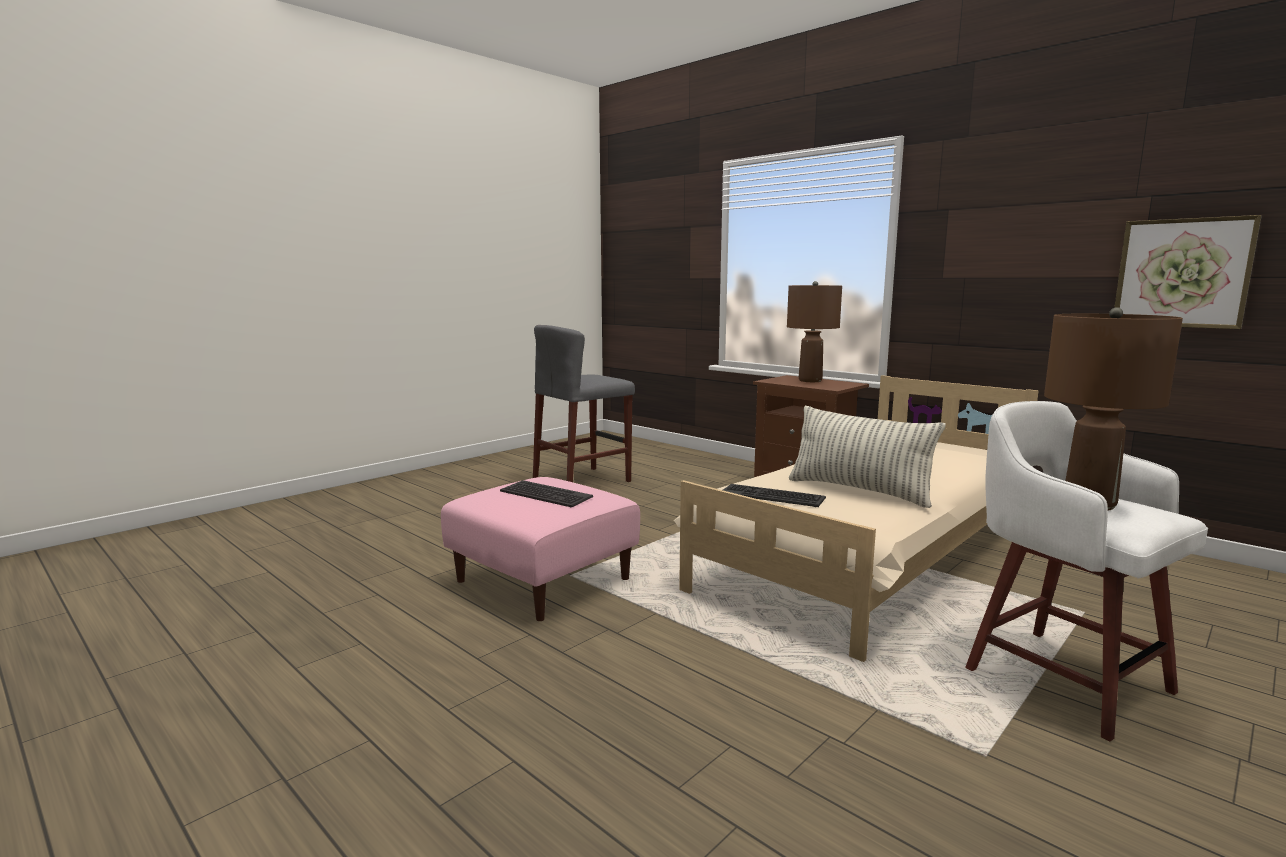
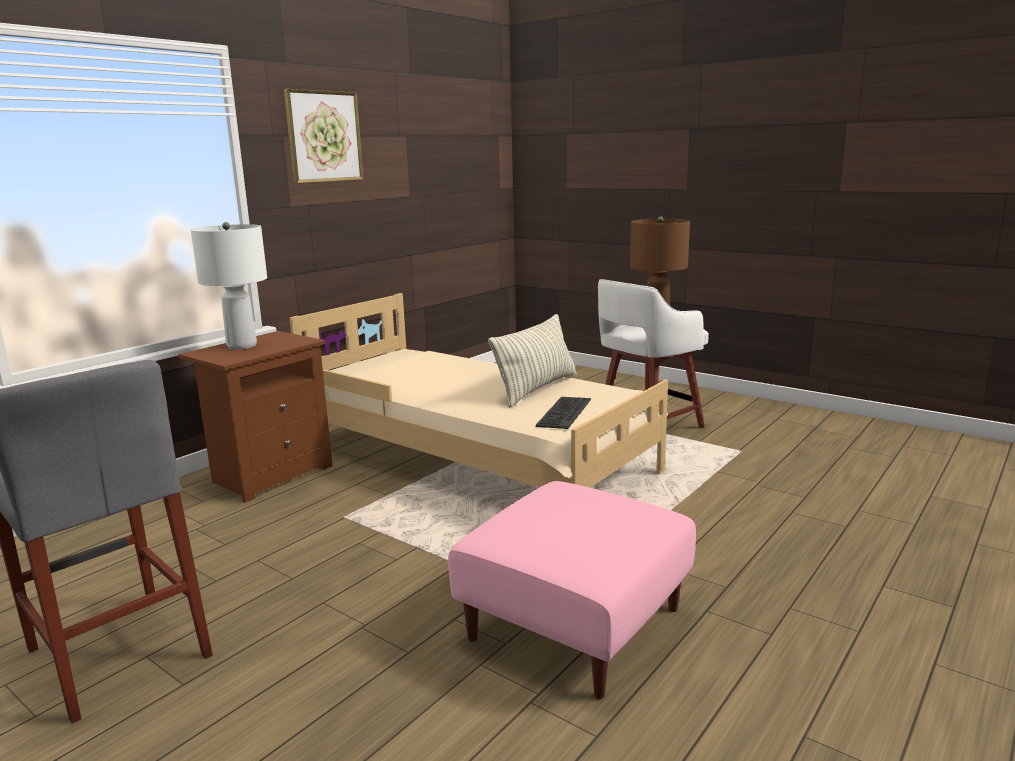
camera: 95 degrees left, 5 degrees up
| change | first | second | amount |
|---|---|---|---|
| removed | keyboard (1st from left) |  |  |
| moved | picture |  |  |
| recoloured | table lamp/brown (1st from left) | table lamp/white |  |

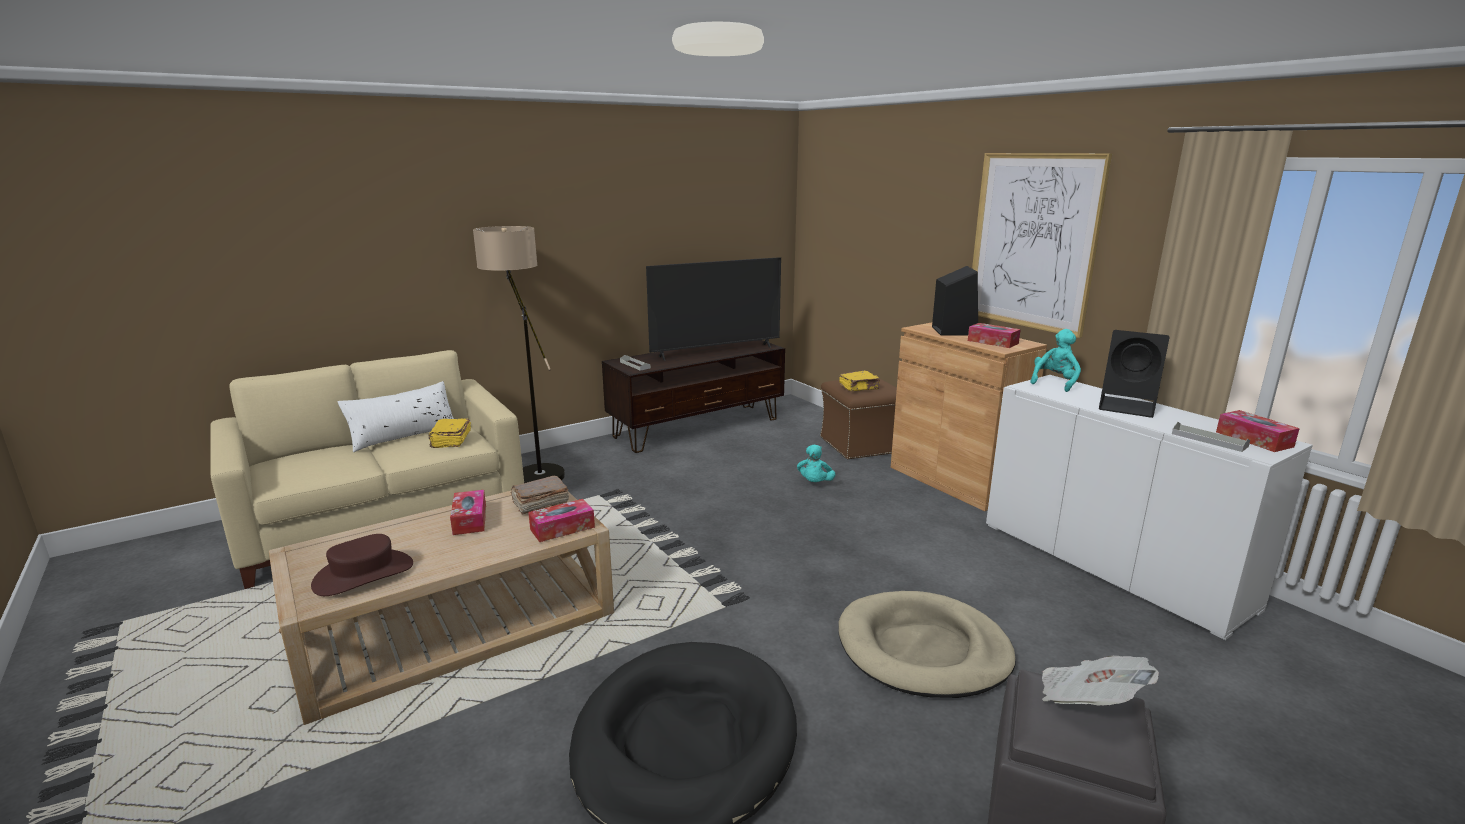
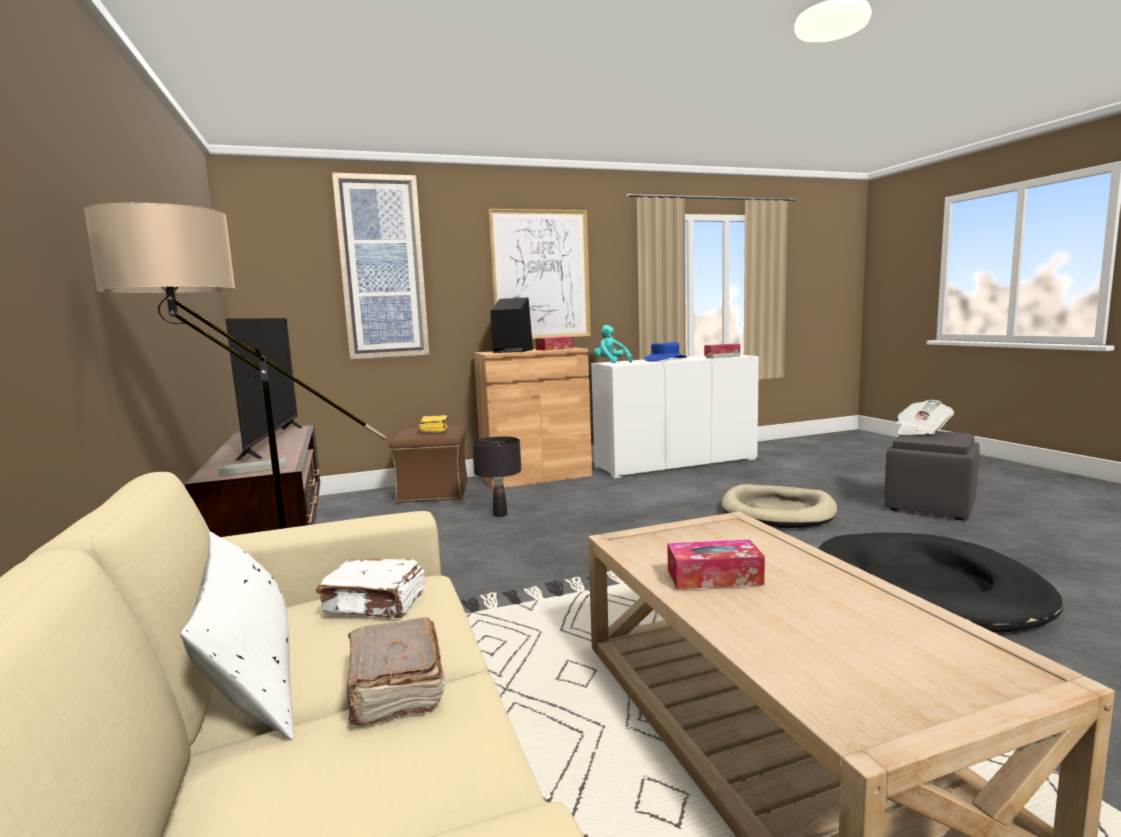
camera: 75 degrees left, 10 degrees down
| change | first | second | amount |
|---|---|---|---|
| removed | hat/brown |  |  |
| removed | tissue box (2nd from left) |  |  |
| added |  | picture (1st from left) |  |
| moved | book/brown |  |  |
| replaced | plush toy/turquoise (1st from left) | table lamp/black |  |
| replaced | speaker/black (2nd from left) | hat/blue |  |
| recoloured | book/yellow (1st from left) | book/white |  |

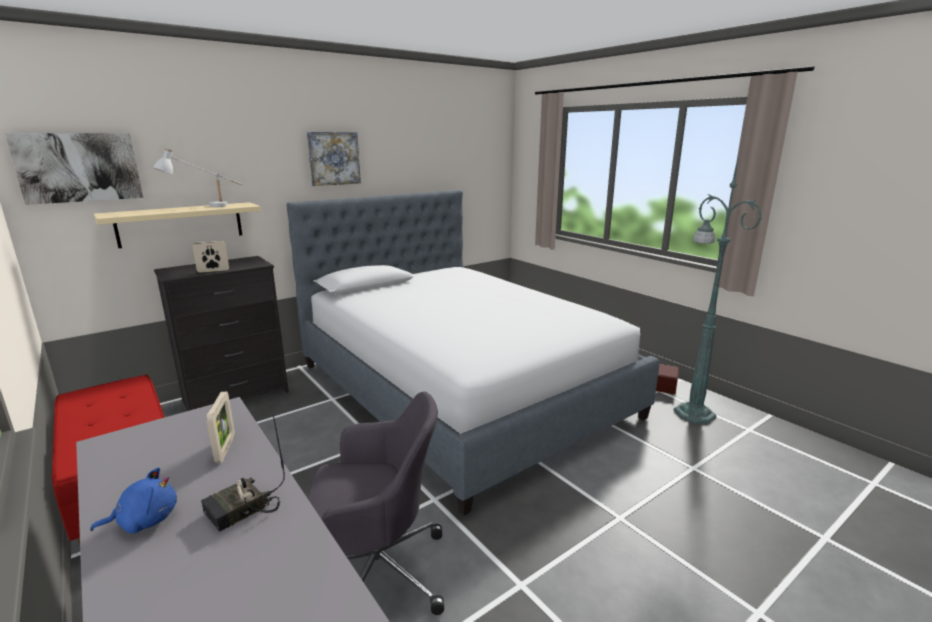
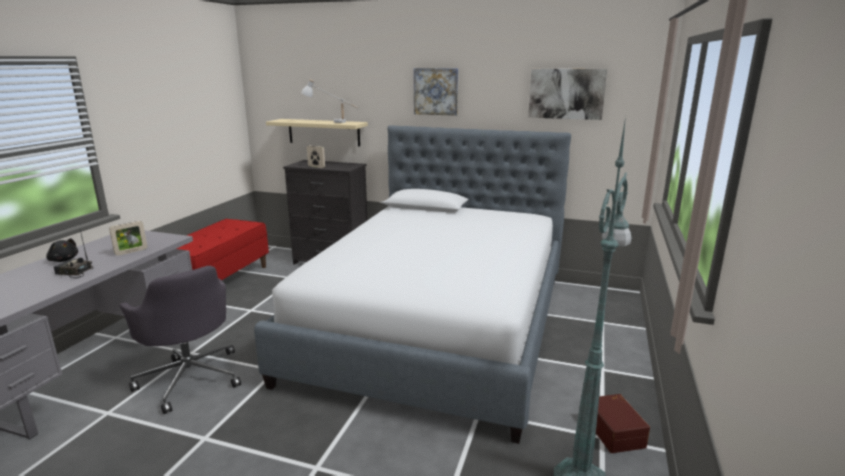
camera: 55 degrees right, 0 degrees up
| change | first | second | amount |
|---|---|---|---|
| moved | picture (1st from left in the first image) | picture (2nd from left) |  |
| recoloured | plush toy/blue | plush toy/black |  |

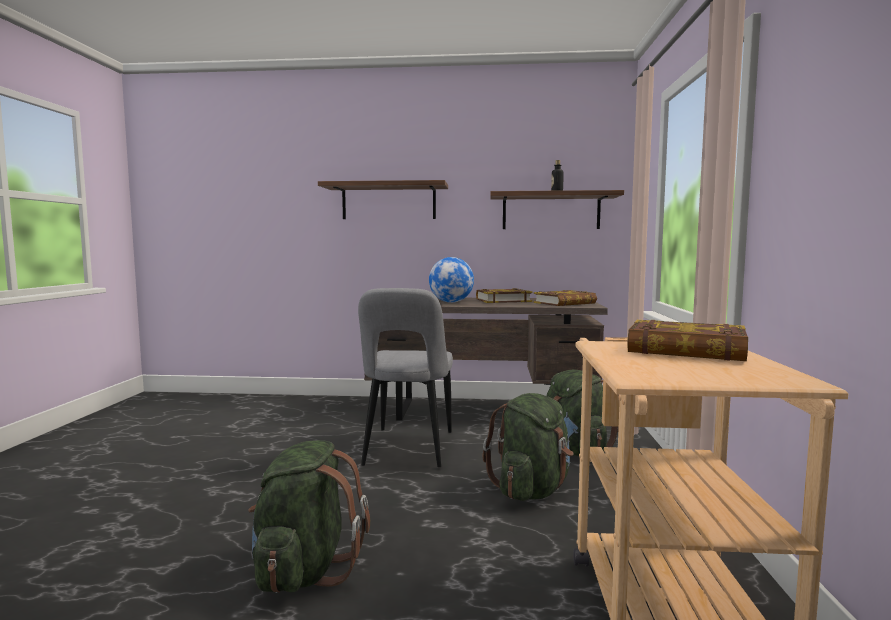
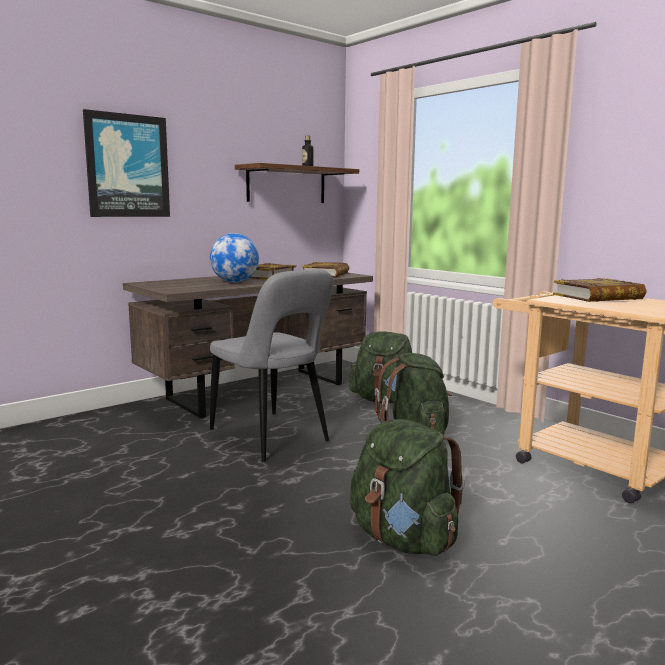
camera: 45 degrees left, 5 degrees up
| change | first | second | amount |
|---|---|---|---|
| replaced | shelf (1st from left) | picture |  |

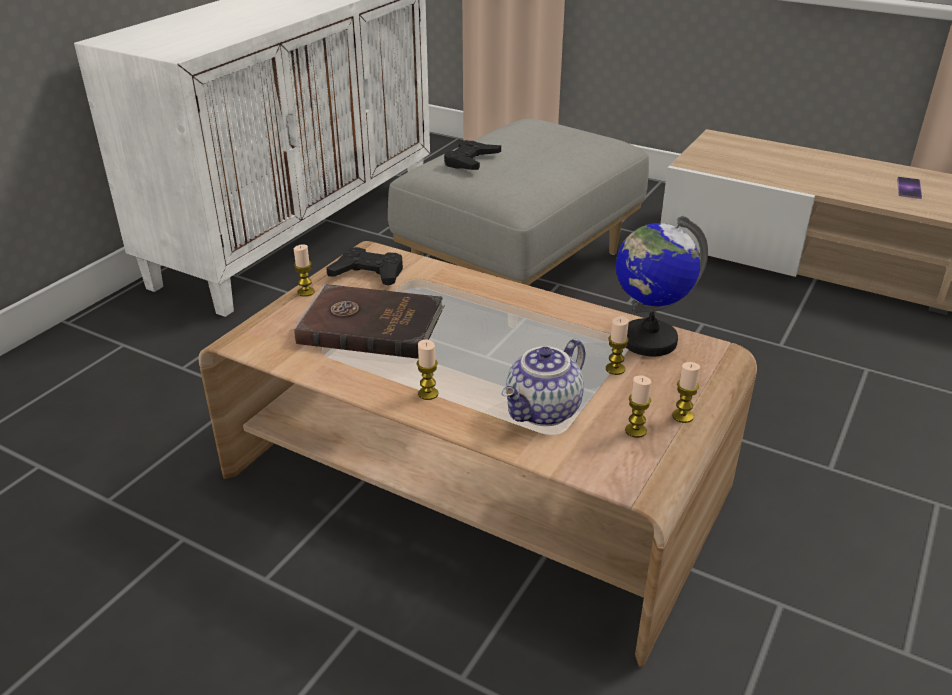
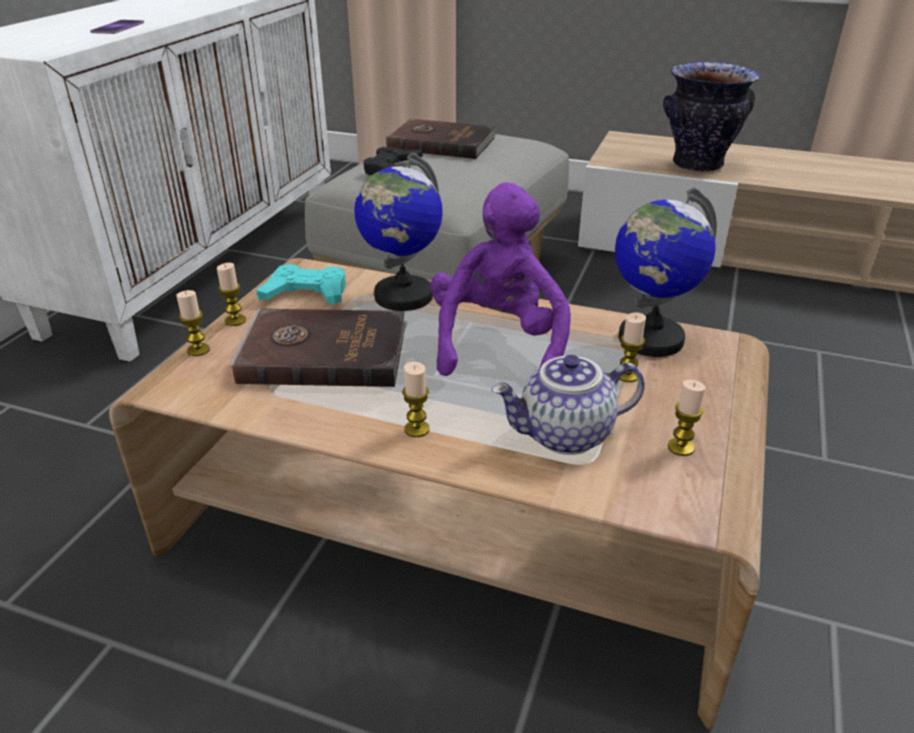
camera: 10 degrees left, 0 degrees up
| change | first | second | amount |
|---|---|---|---|
| added |  | globe (1st from left) |  |
| added |  | book/brown (2nd from left) |  |
| added |  | plush toy/purple |  |
| added |  | vase |  |
| moved | candle (5th from left in the first image) | candle (1st from left) |  |
| moved | phone |  |  |
| recoloured | game controller/black (1st from left) | game controller/turquoise |  |
| turned | teapot |  | 45 degrees clockwise |

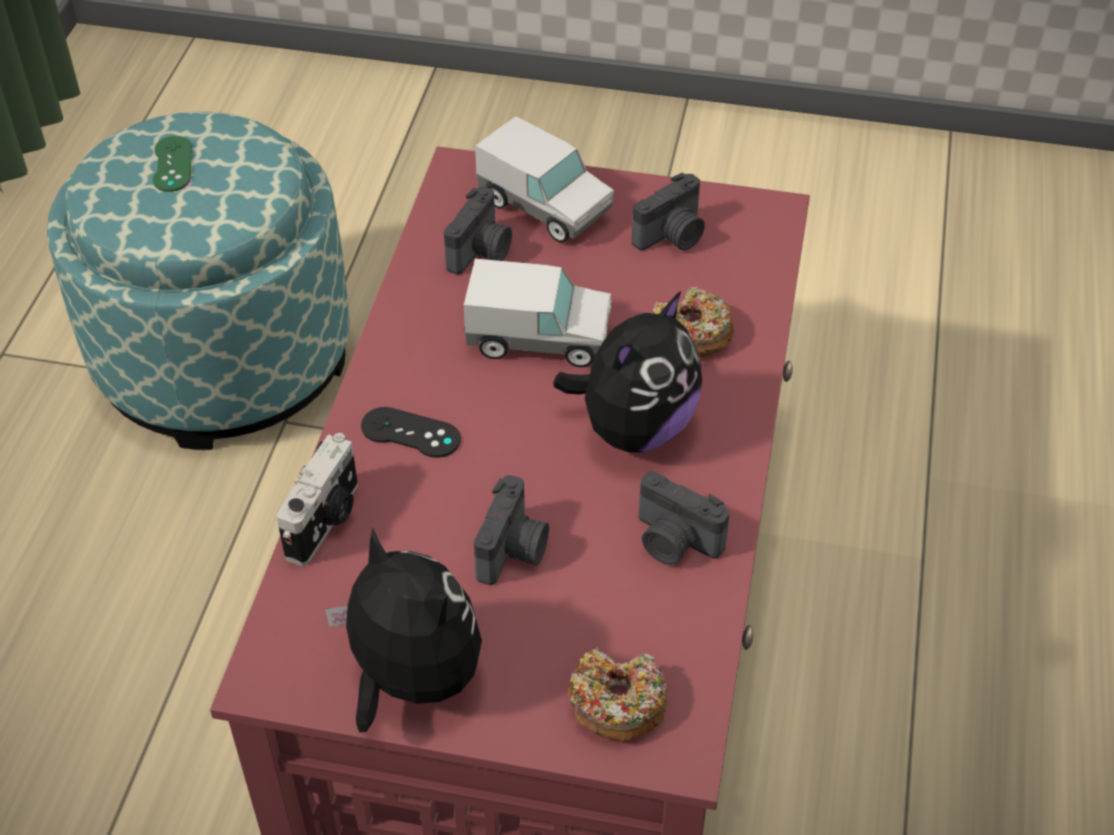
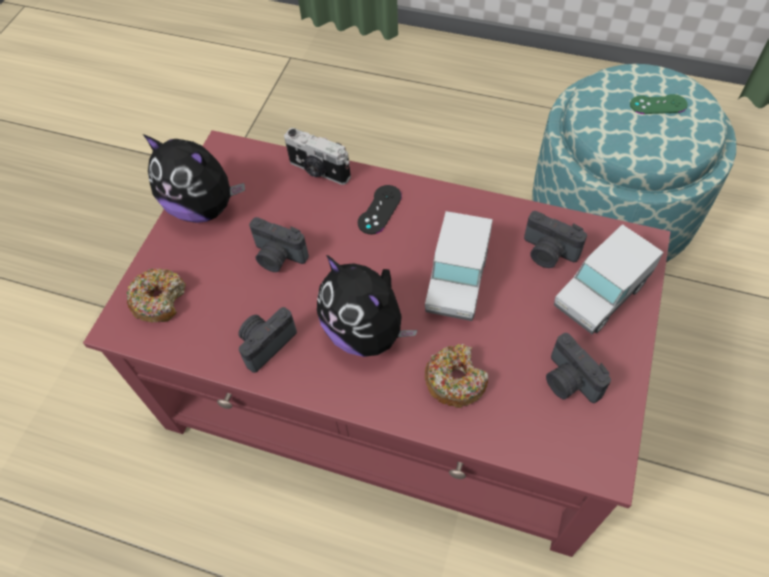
camera: 100 degrees right, 10 degrees up
| change | first | second | amount |
|---|---|---|---|
| turned | plush toy (1st from left) |  | 60 degrees clockwise |

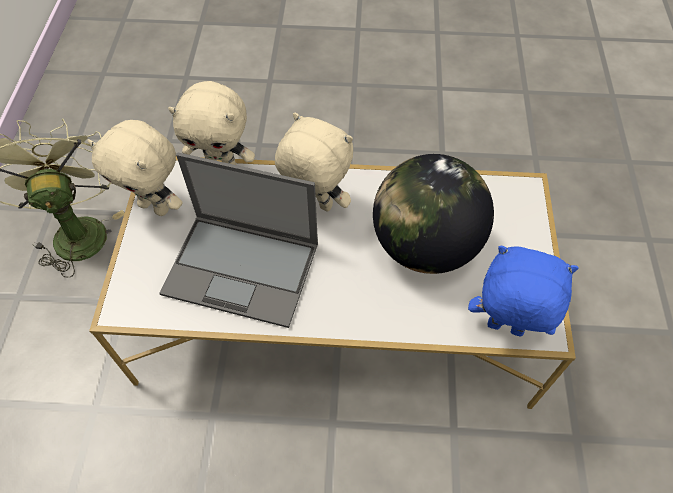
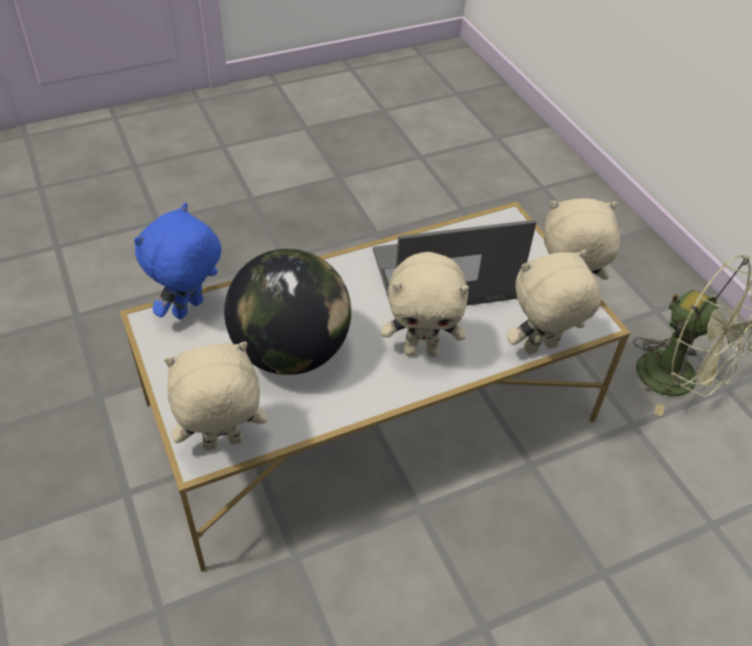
camera: 150 degrees right, 10 degrees down
| change | first | second | amount |
|---|---|---|---|
| added |  | plush toy/beige (1st from left) |  |
| turned | plush toy/blue |  | 135 degrees clockwise |

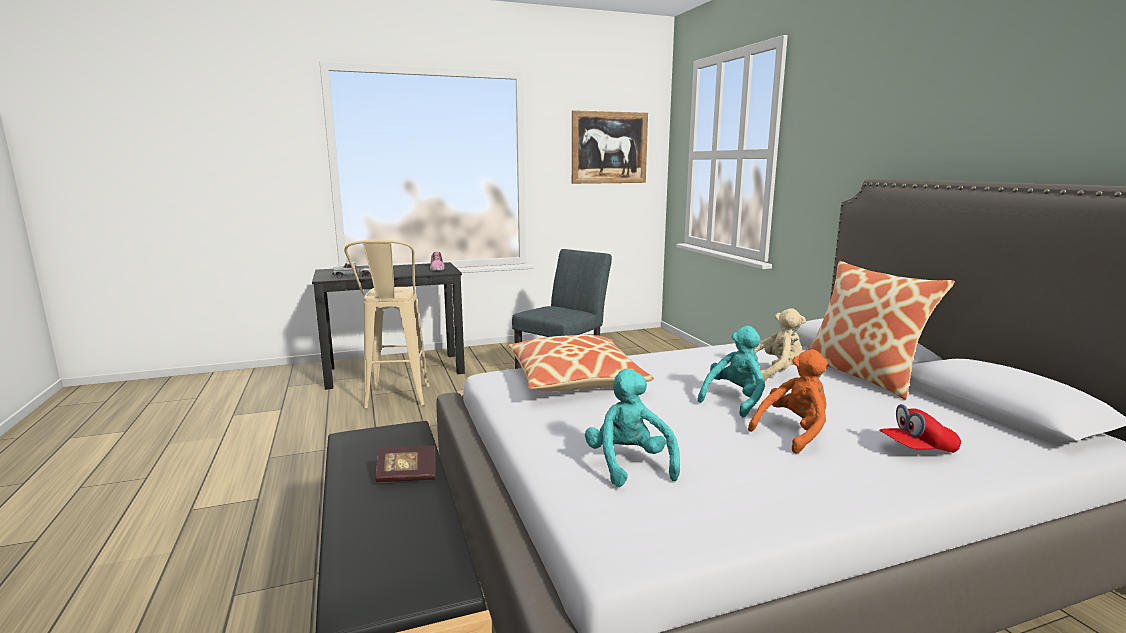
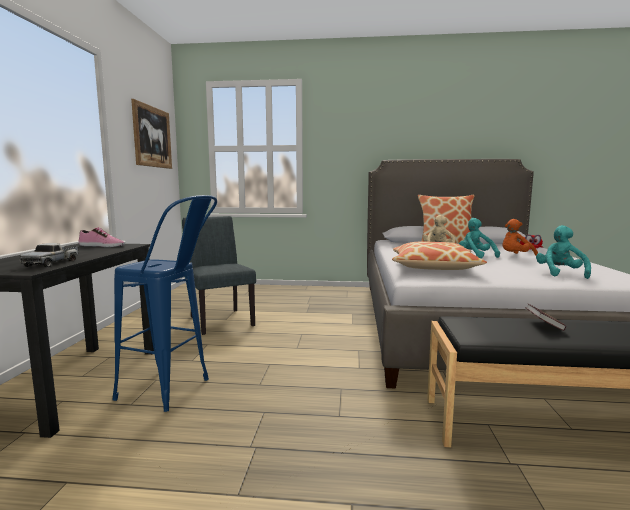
camera: 65 degrees left, 5 degrees down
| change | first | second | amount |
|---|---|---|---|
| recoloured | stool/beige | stool/blue |  |
| turned | plush toy/turquoise (1st from left in the first image) | plush toy/turquoise (2nd from left) | 90 degrees clockwise |
| turned | plush toy/orange |  | 105 degrees counterclockwise |

